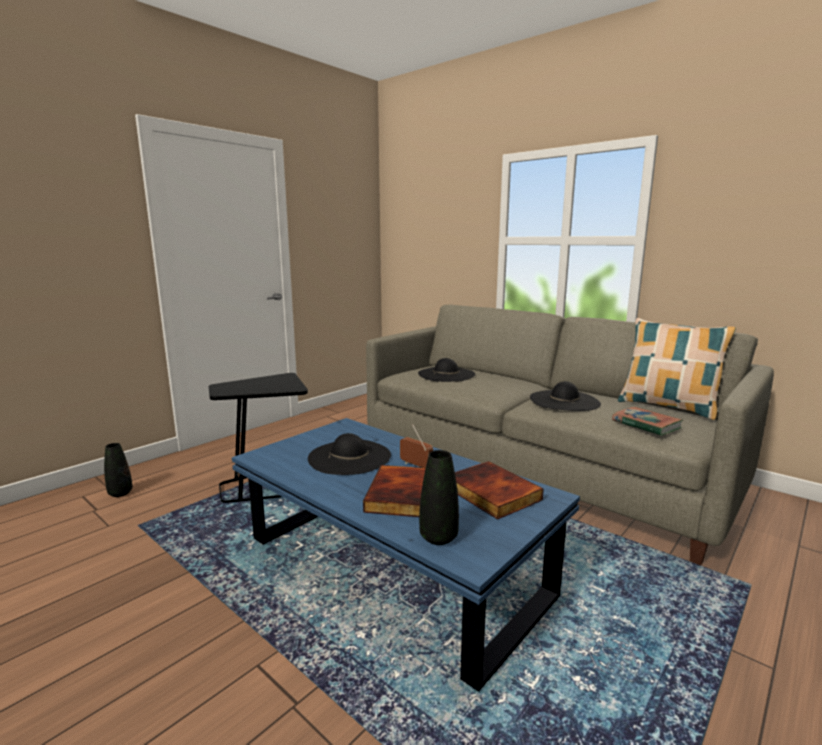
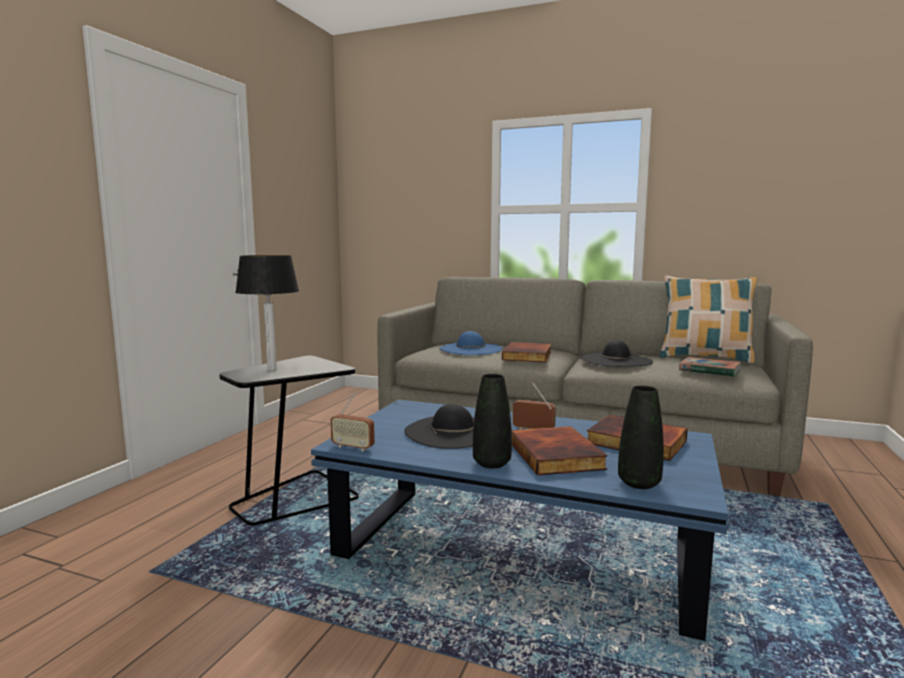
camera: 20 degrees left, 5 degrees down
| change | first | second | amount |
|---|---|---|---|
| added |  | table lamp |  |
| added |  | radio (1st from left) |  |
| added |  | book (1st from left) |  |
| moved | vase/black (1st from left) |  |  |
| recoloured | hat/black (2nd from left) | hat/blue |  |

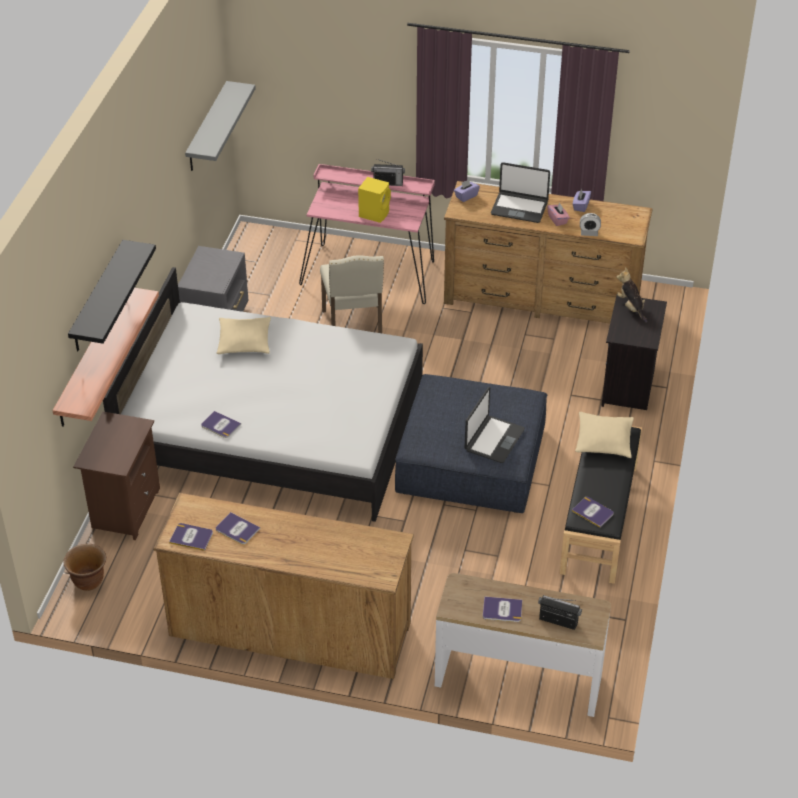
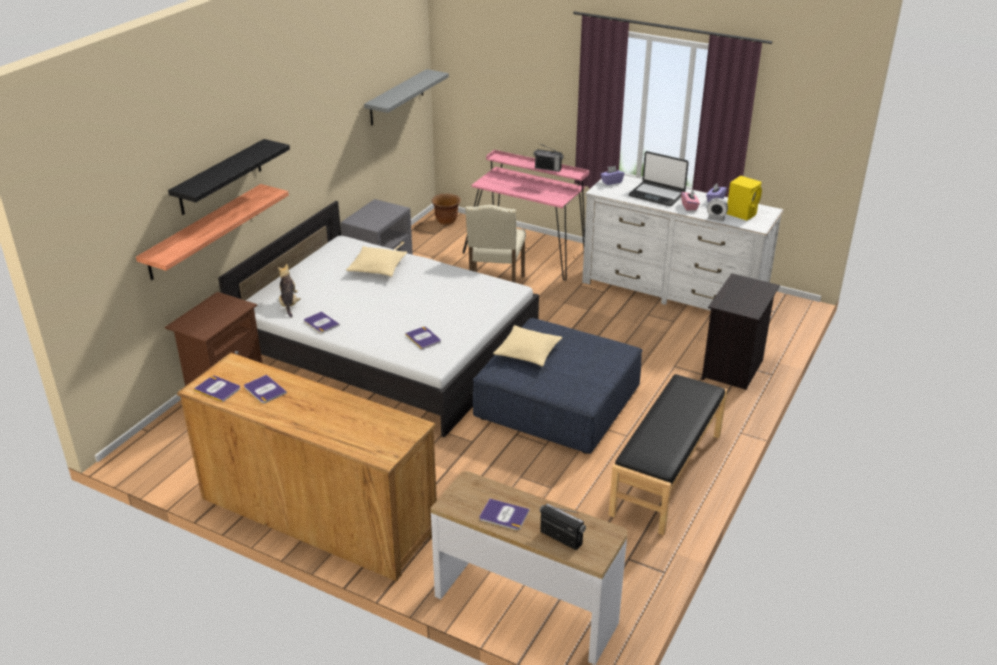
camera: 15 degrees right, 10 degrees down
| change | first | second | amount |
|---|---|---|---|
| removed | laptop (1st from left) |  |  |
| moved | planter/brown |  |  |
| moved | speaker/yellow |  |  |
| moved | book (5th from left in the first image) | book (4th from left) |  |
| moved | pillow/beige (2nd from left) |  |  |
| moved | plush toy |  |  |
| recoloured | dresser/brown (2nd from left) | dresser/white |  |

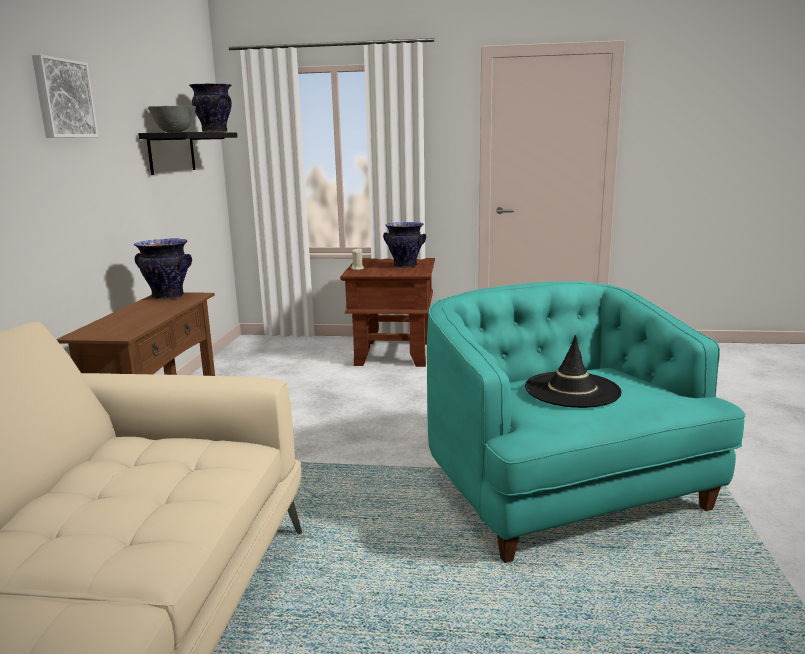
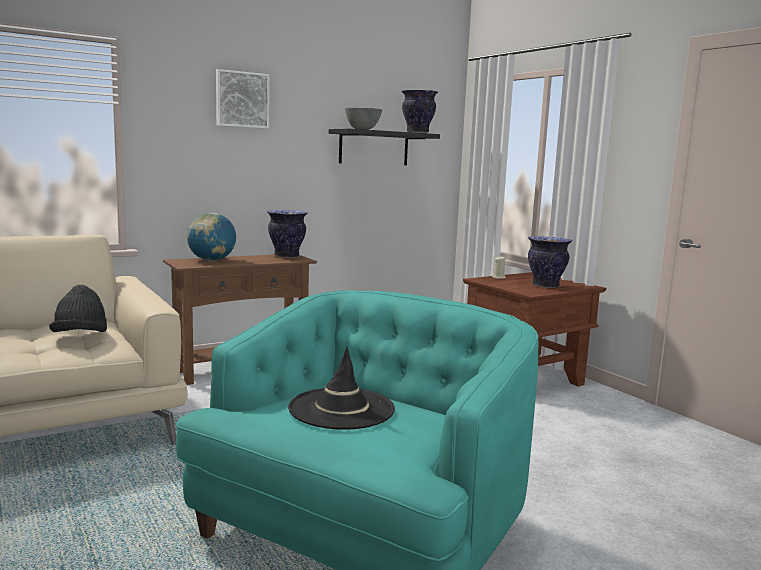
camera: 50 degrees right, 5 degrees down
| change | first | second | amount |
|---|---|---|---|
| added |  | hat/black (1st from left) |  |
| added |  | globe |  |

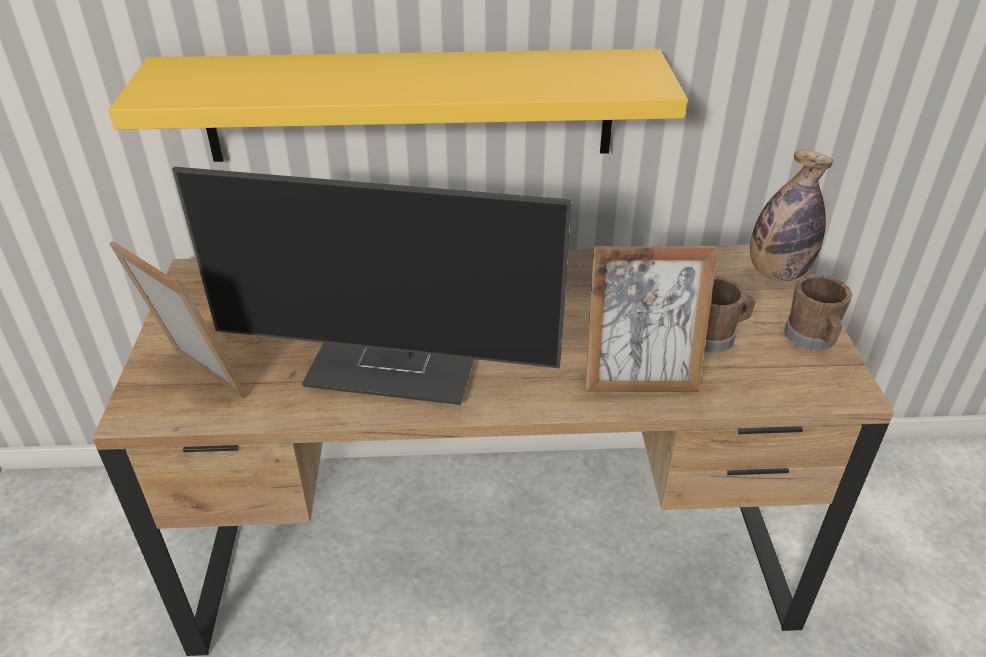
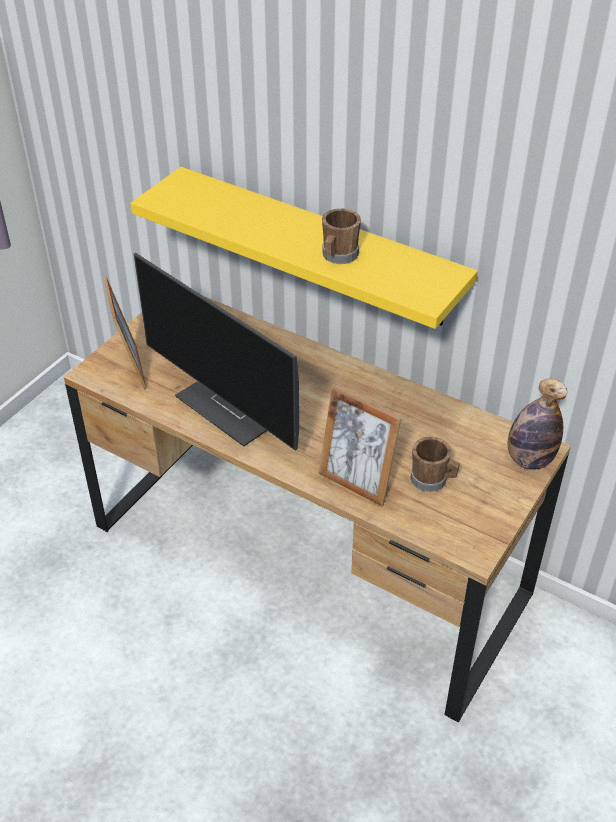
camera: 35 degrees right, 5 degrees up
| change | first | second | amount |
|---|---|---|---|
| moved | mug/brown (2nd from left in the first image) | mug/brown (1st from left) |  |

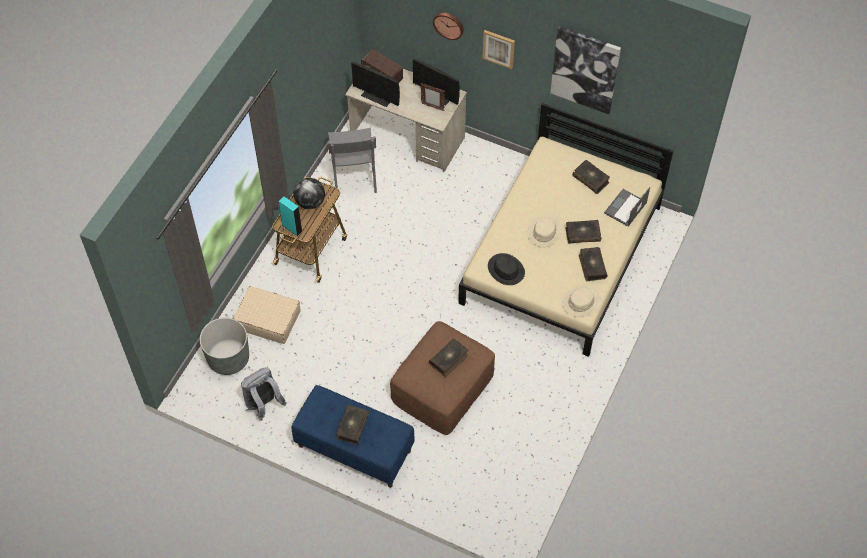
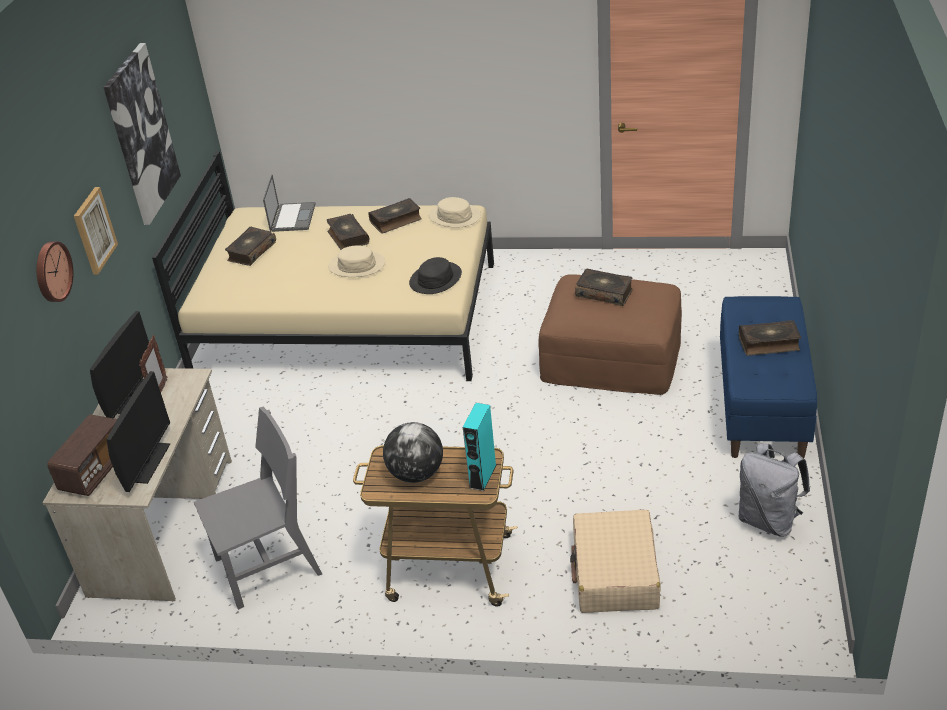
camera: 105 degrees left, 20 degrees down
| change | first | second | amount |
|---|---|---|---|
| removed | planter/grey |  |  |
| turned | laptop |  | 105 degrees counterclockwise |

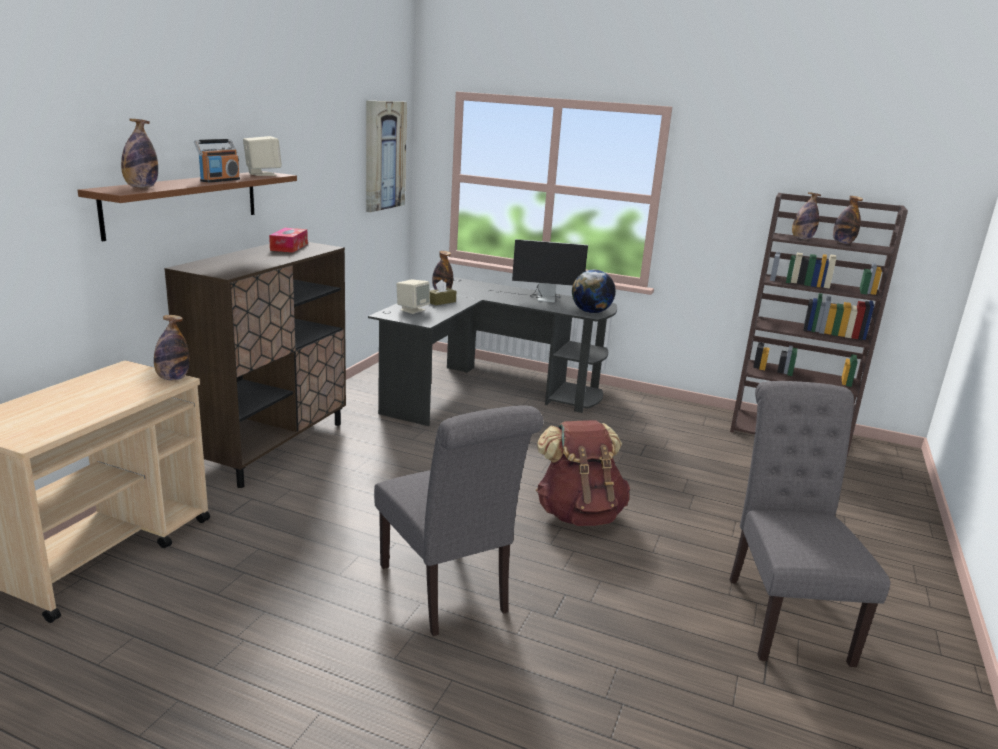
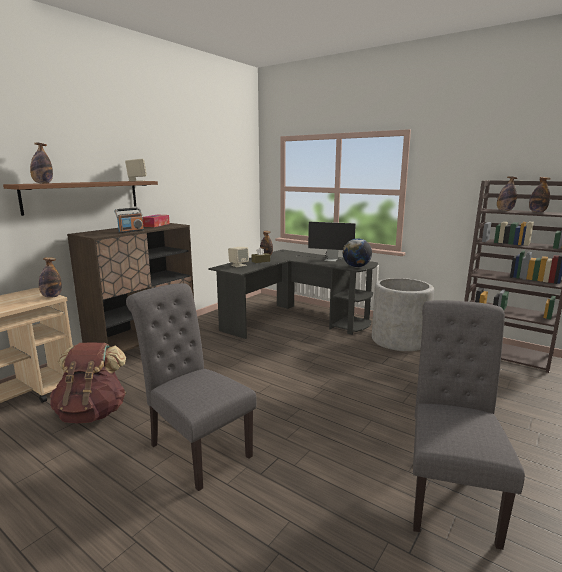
camera: 15 degrees right, 5 degrees down
| change | first | second | amount |
|---|---|---|---|
| removed | picture |  |  |
| added |  | planter/grey |  |
| moved | radio |  |  |
| moved | backpack/brown |  |  |
| turned | chair/grey (1st from left) |  | 150 degrees clockwise |

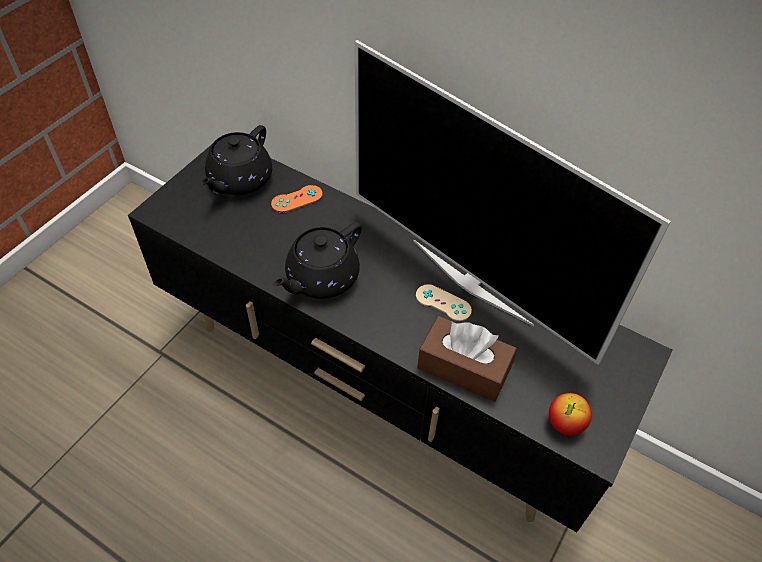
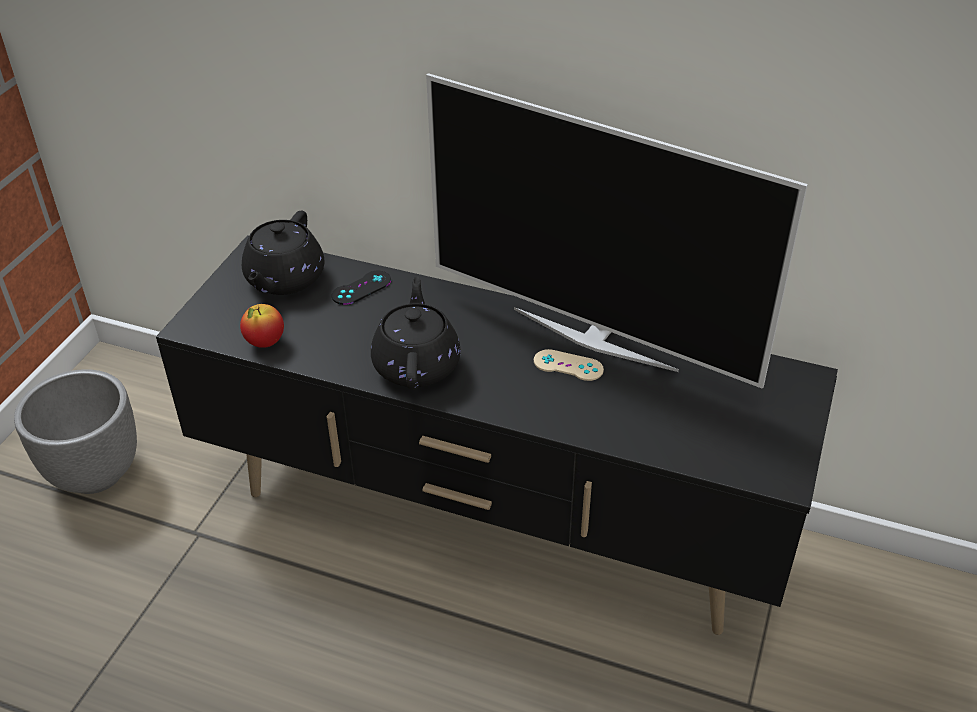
camera: 10 degrees left, 10 degrees down
| change | first | second | amount |
|---|---|---|---|
| removed | tissue box/brown |  |  |
| added |  | planter/grey |  |
| moved | apple |  |  |
| recoloured | game controller/orange | game controller/black |  |
| turned | teapot/black (2nd from left) |  | 150 degrees clockwise |

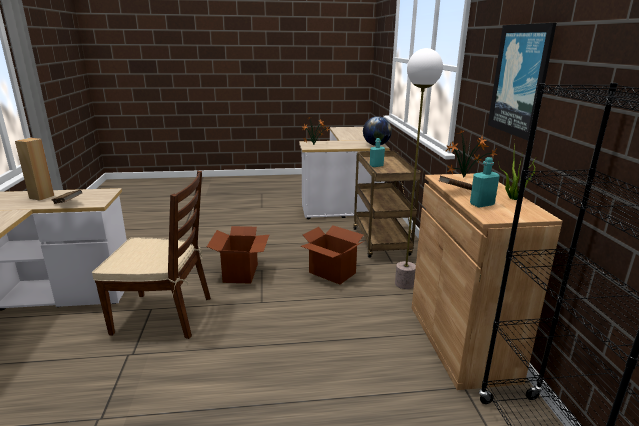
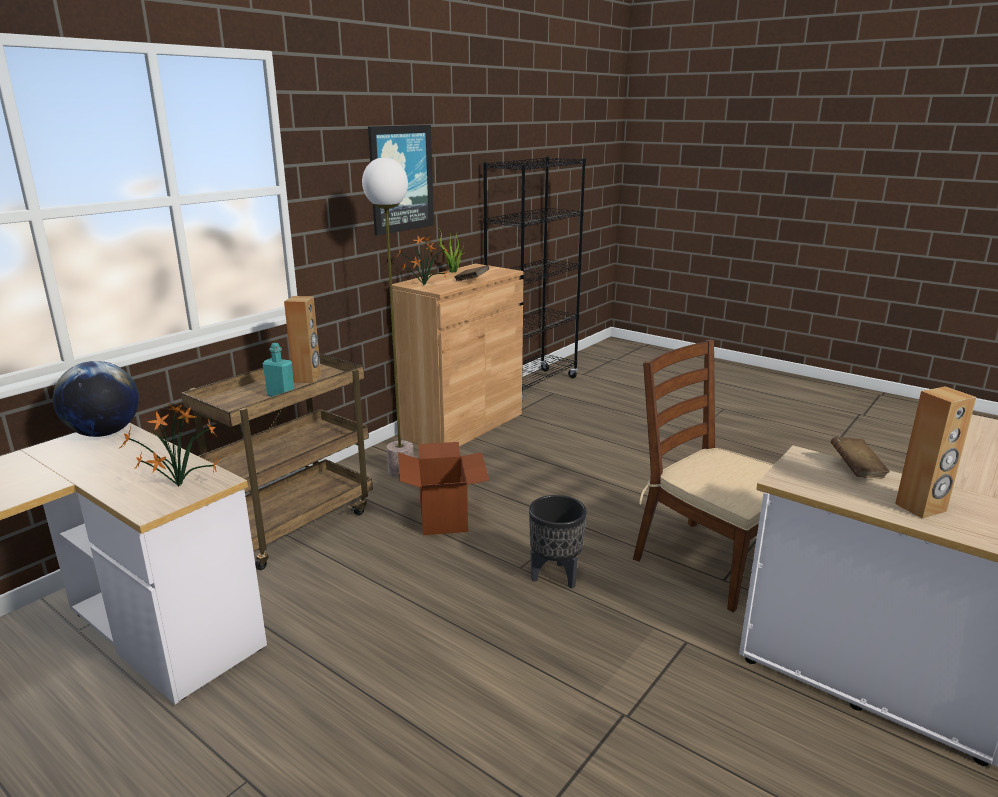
camera: 135 degrees left, 0 degrees up
| change | first | second | amount |
|---|---|---|---|
| removed | bottle/turquoise (2nd from left) |  |  |
| added |  | speaker/brown (1st from left) |  |
| replaced | cardboard box (1st from left) | planter/black |  |

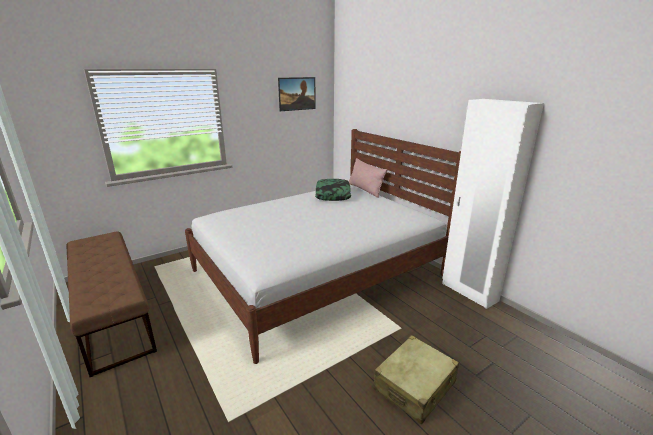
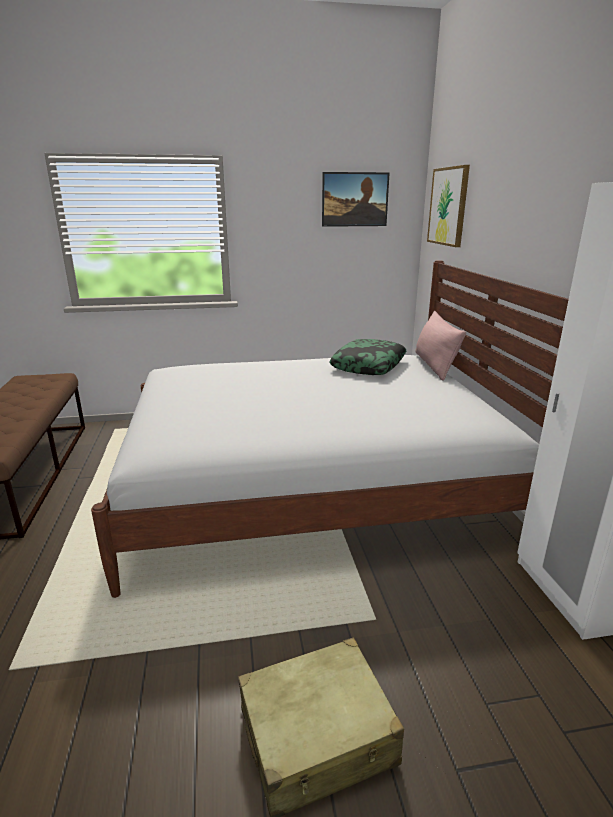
camera: 25 degrees right, 0 degrees up
| change | first | second | amount |
|---|---|---|---|
| added |  | picture (2nd from left) |  |

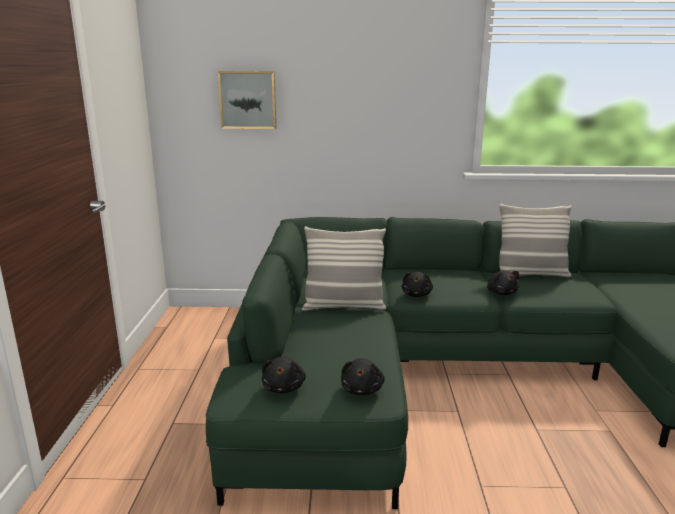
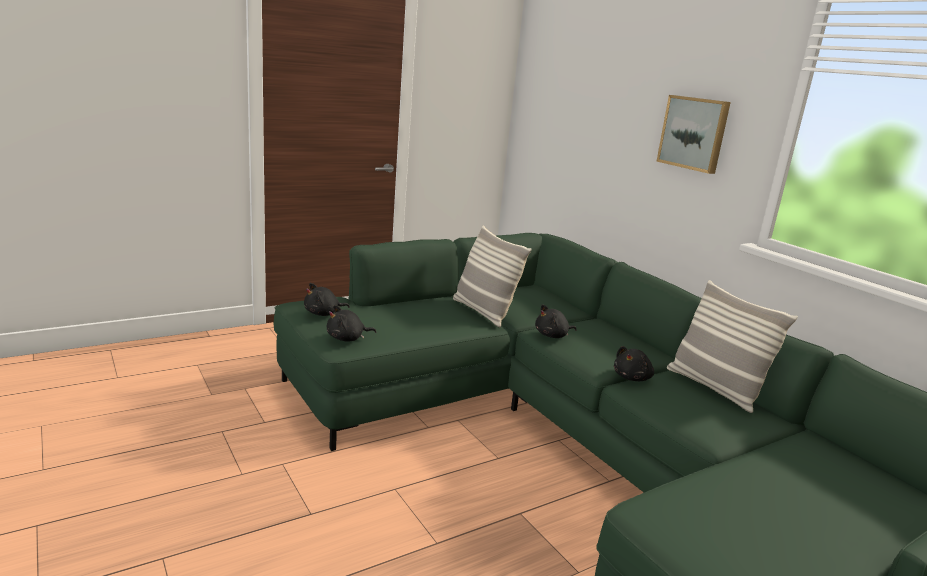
camera: 55 degrees right, 0 degrees up
| change | first | second | amount |
|---|---|---|---|
| moved | picture |  |  |

